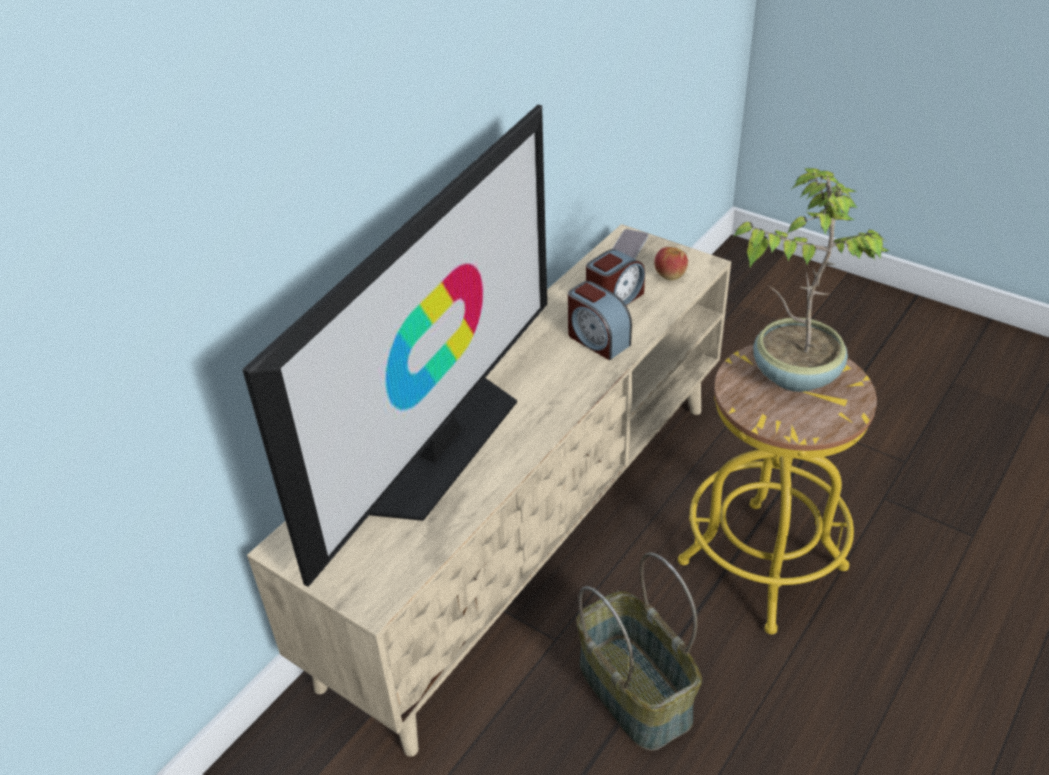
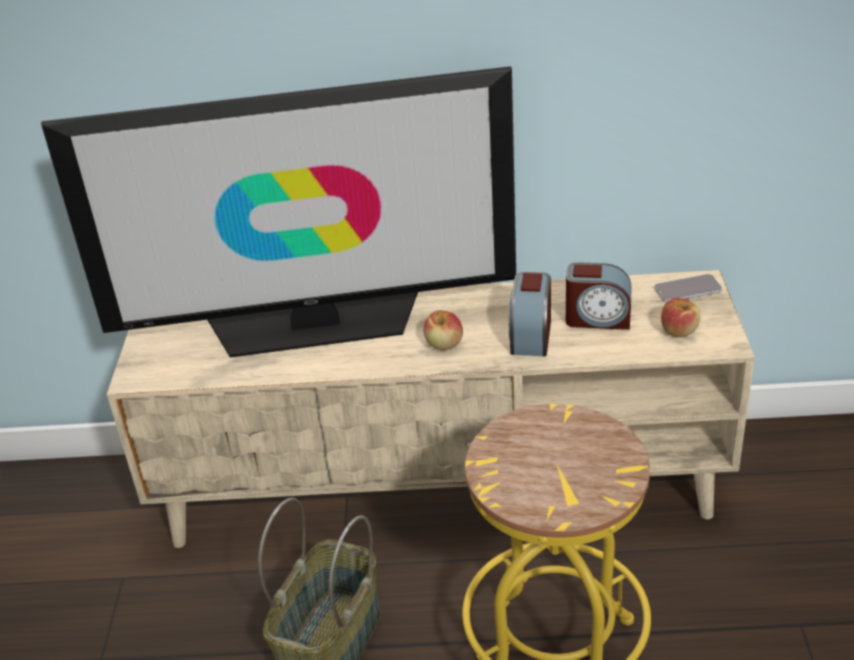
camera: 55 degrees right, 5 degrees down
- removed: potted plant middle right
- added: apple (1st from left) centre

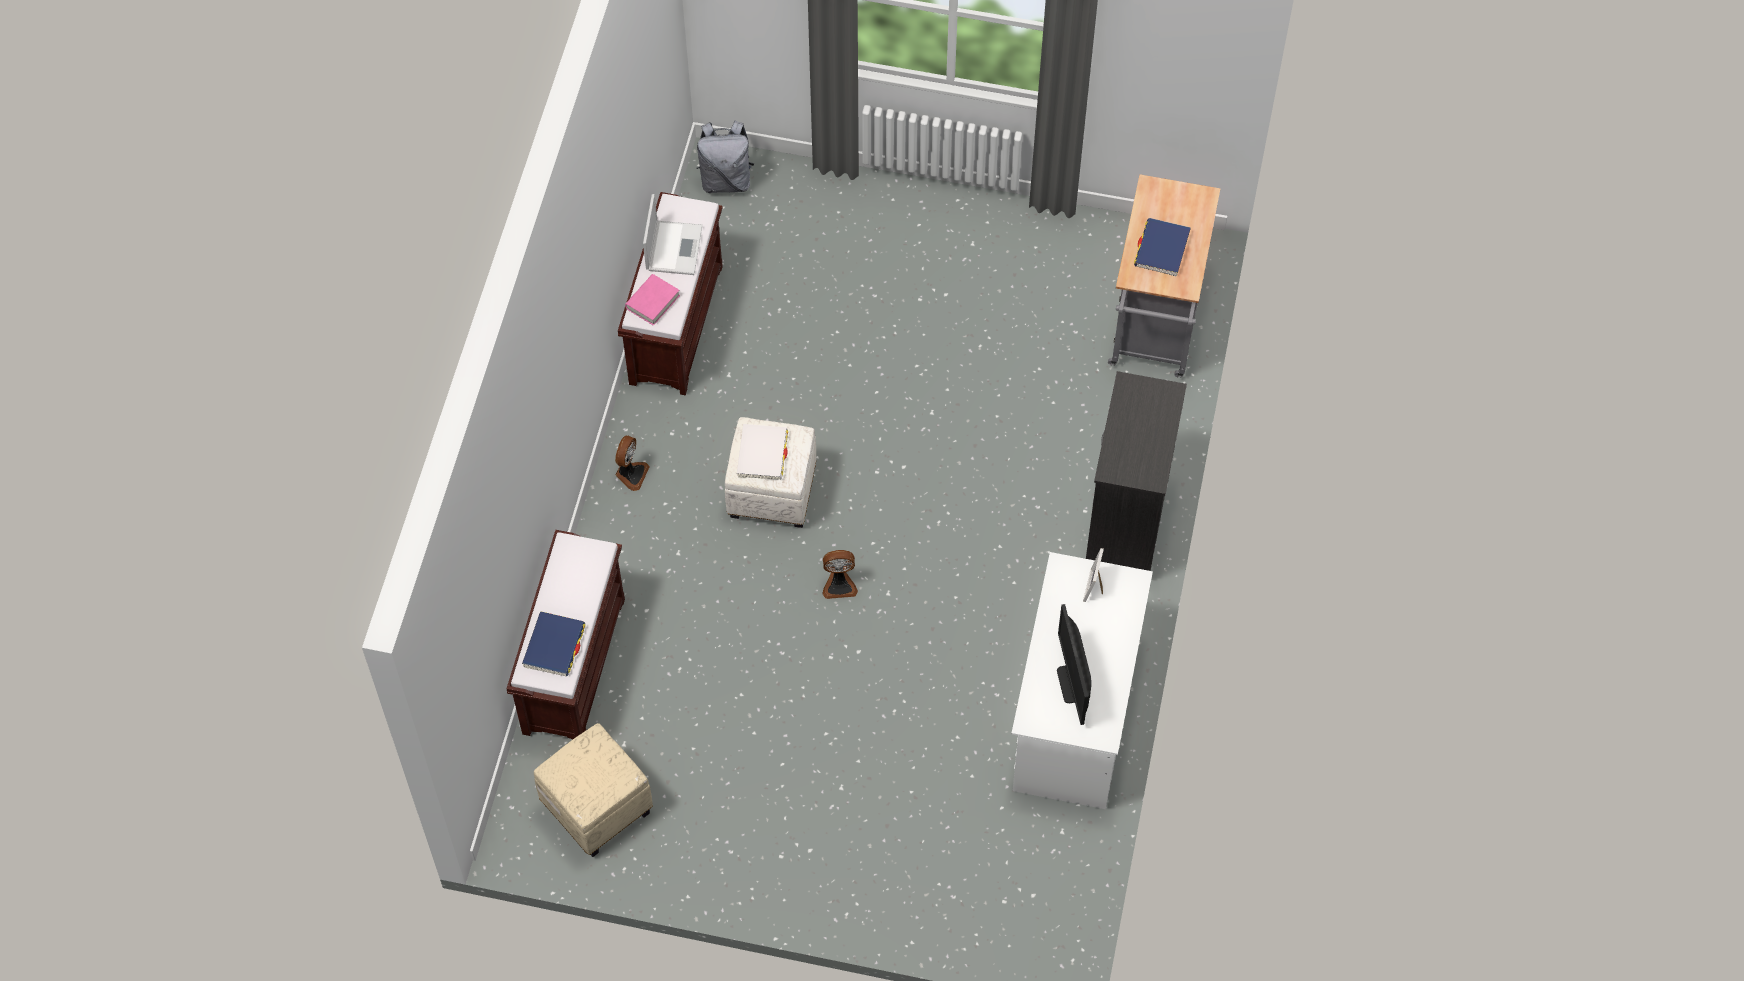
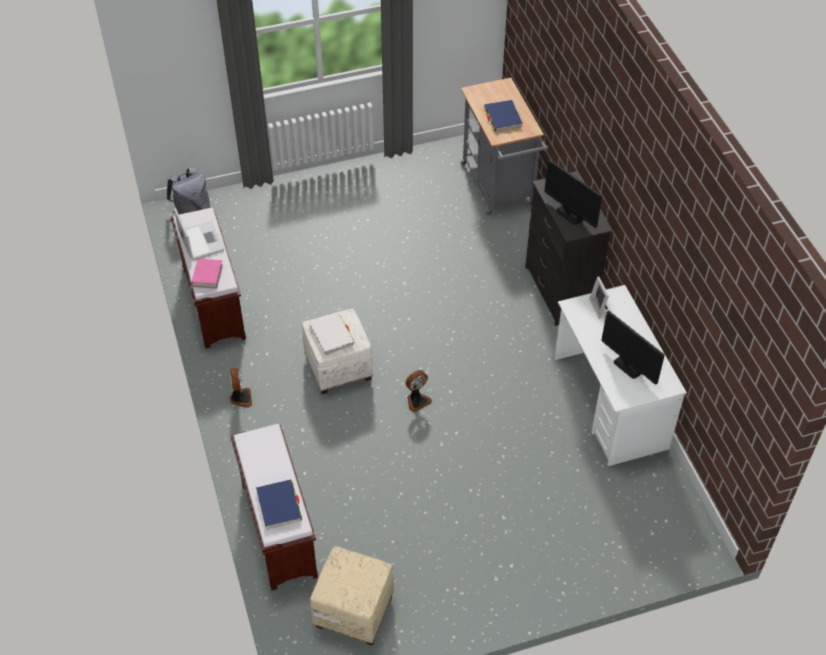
camera: 30 degrees left, 10 degrees down
- added: monitor (1st from left) top right

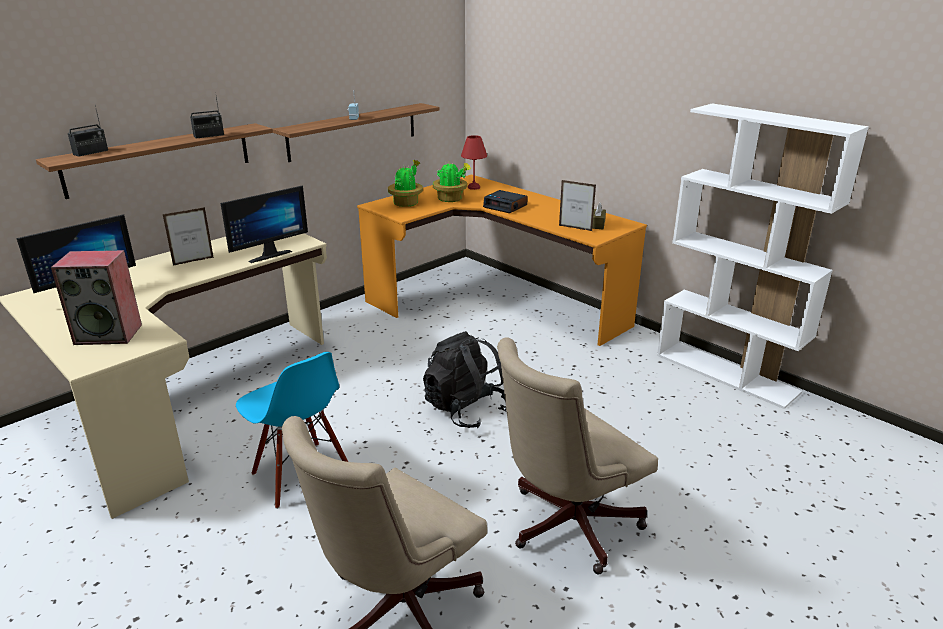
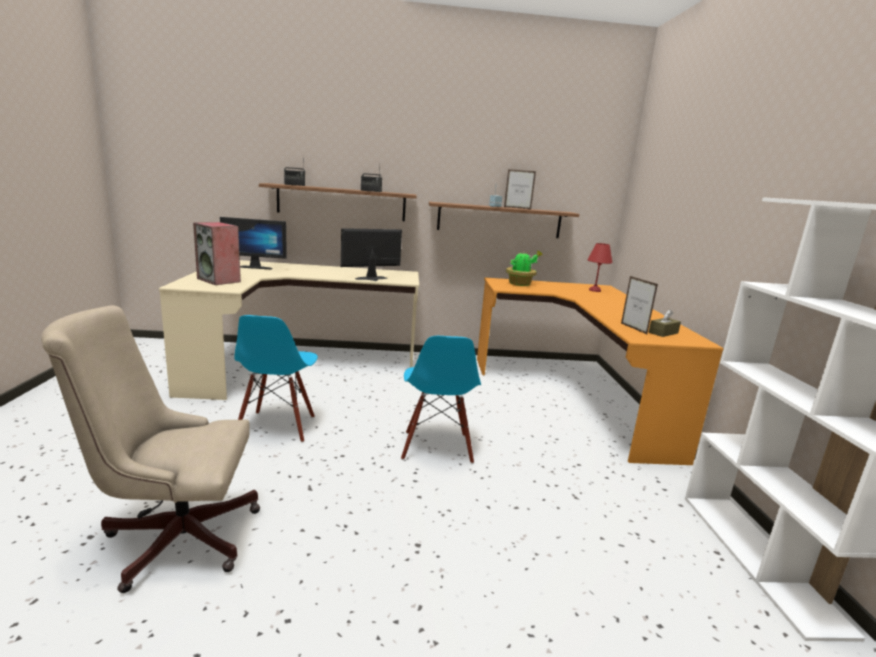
camera: 40 degrees right, 10 degrees down
- removed: potted plant (2nd from left) top centre
- turned: monitor (2nd from left) middle left = centre 150 degrees clockwise
- removed: alarm clock top centre
- moved: picture frame (1st from left) middle left to top centre
- replaced: black backpack centre to blue chair (2nd from left) centre
- removed: beige office chair (2nd from left) bottom centre

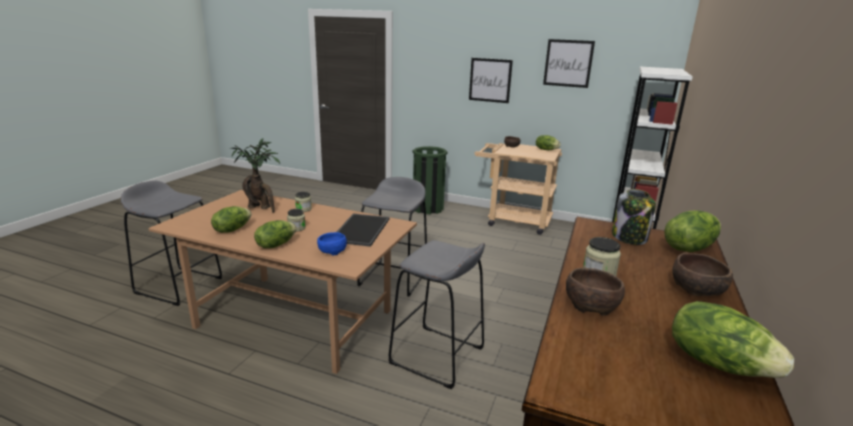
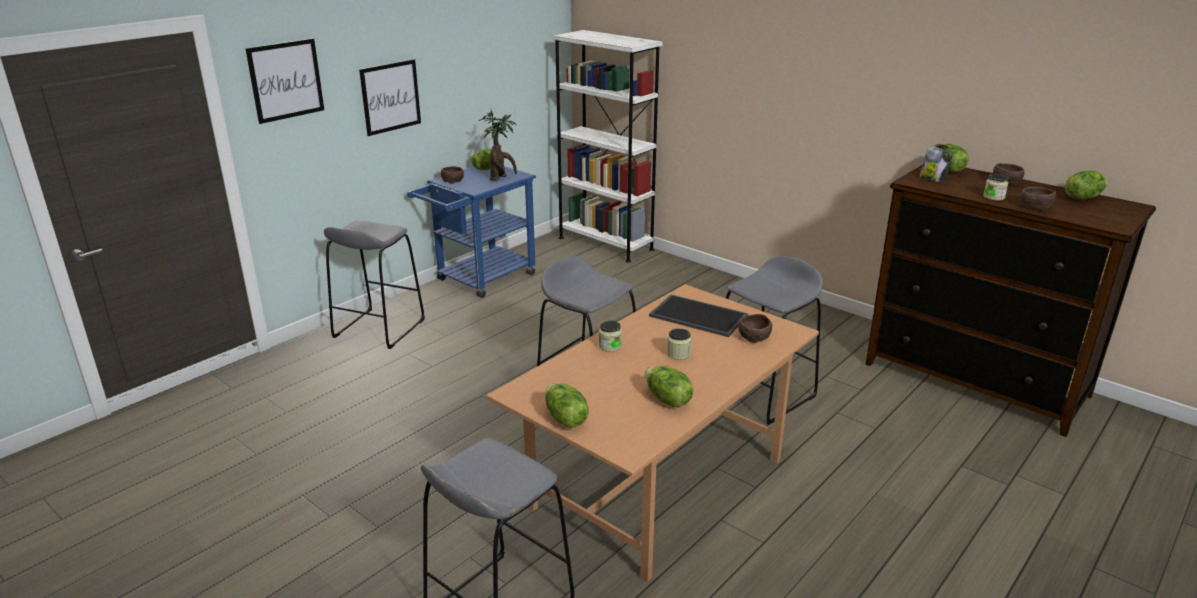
camera: 70 degrees left, 5 degrees up
- moved: picture (2nd from left in the first image) top right to picture (1st from left) top left
- moved: potted plant middle left to top centre
- recoloured: beige cart centre to blue cart centre
- replaced: green trash can centre to grey stool (1st from left) middle left
- moved: lettuce (2nd from left) middle left to bottom centre
- recoloured: blue bowl centre to brown bowl (2nd from left) centre

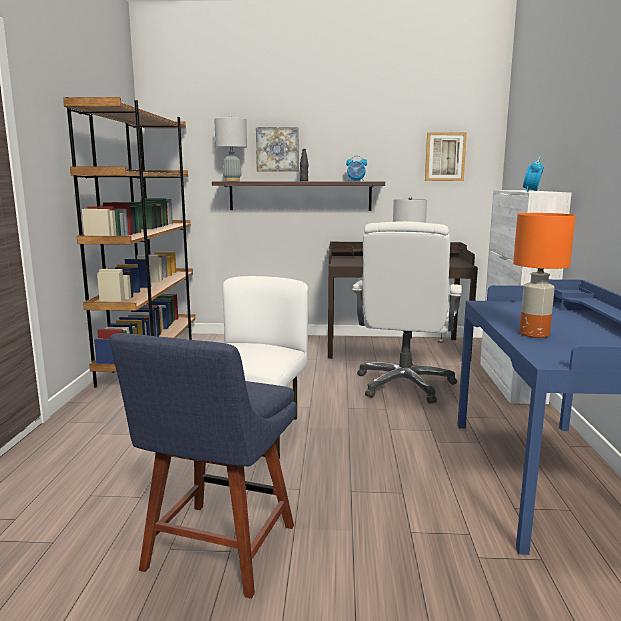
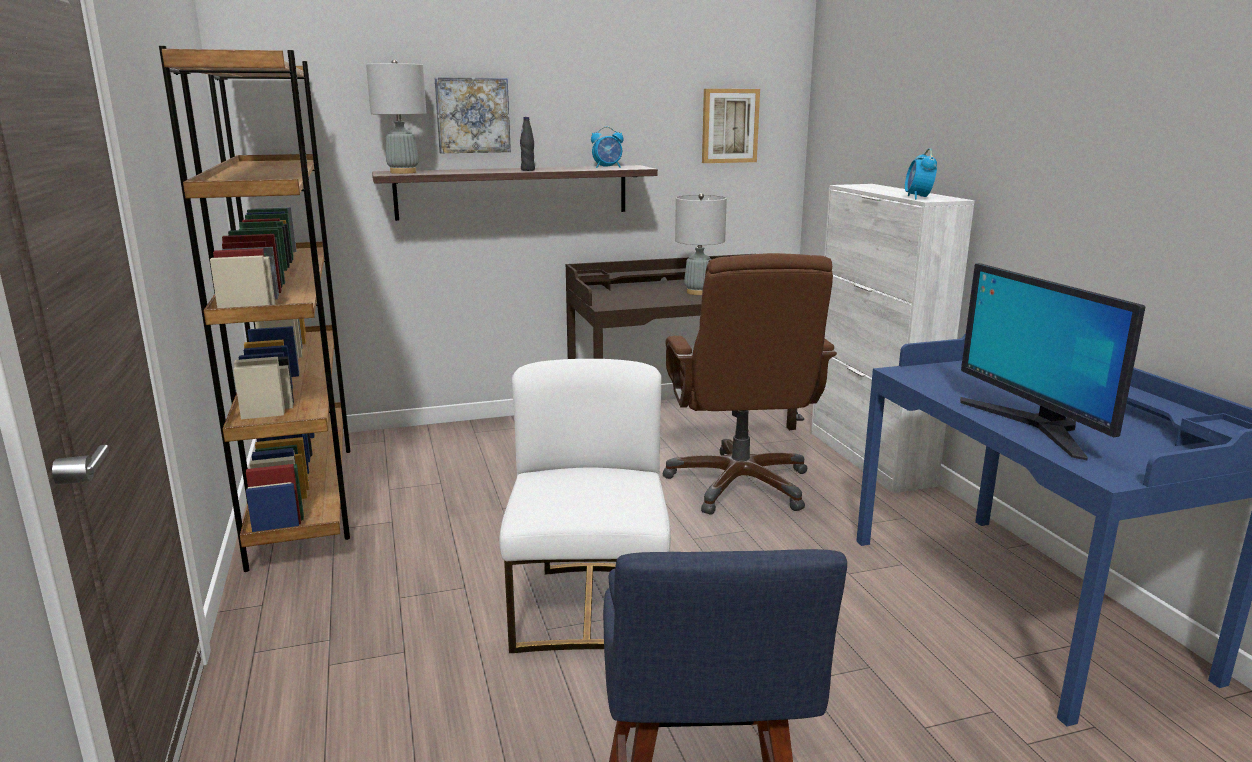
camera: 20 degrees left, 5 degrees up
- replaced: orange table lamp middle right to monitor middle right
- recoloured: white office chair centre to brown office chair centre

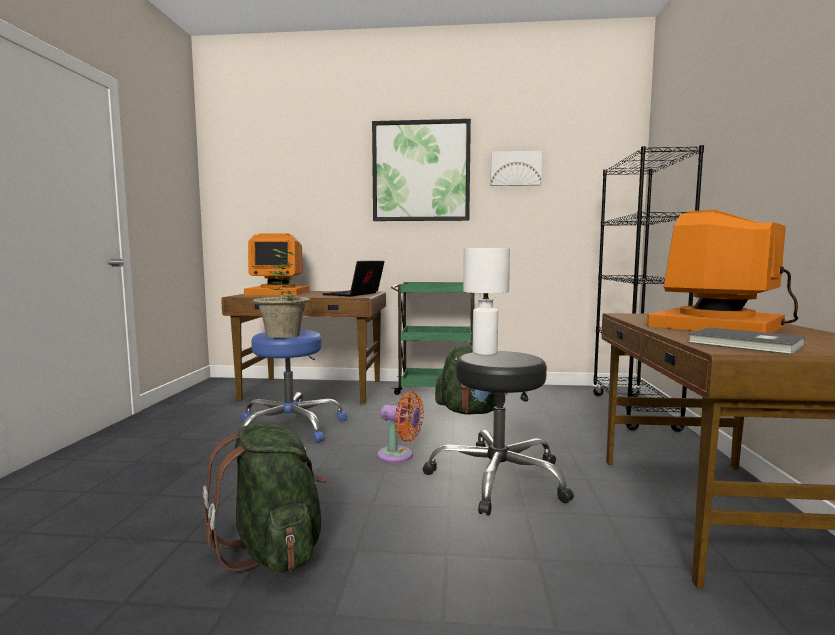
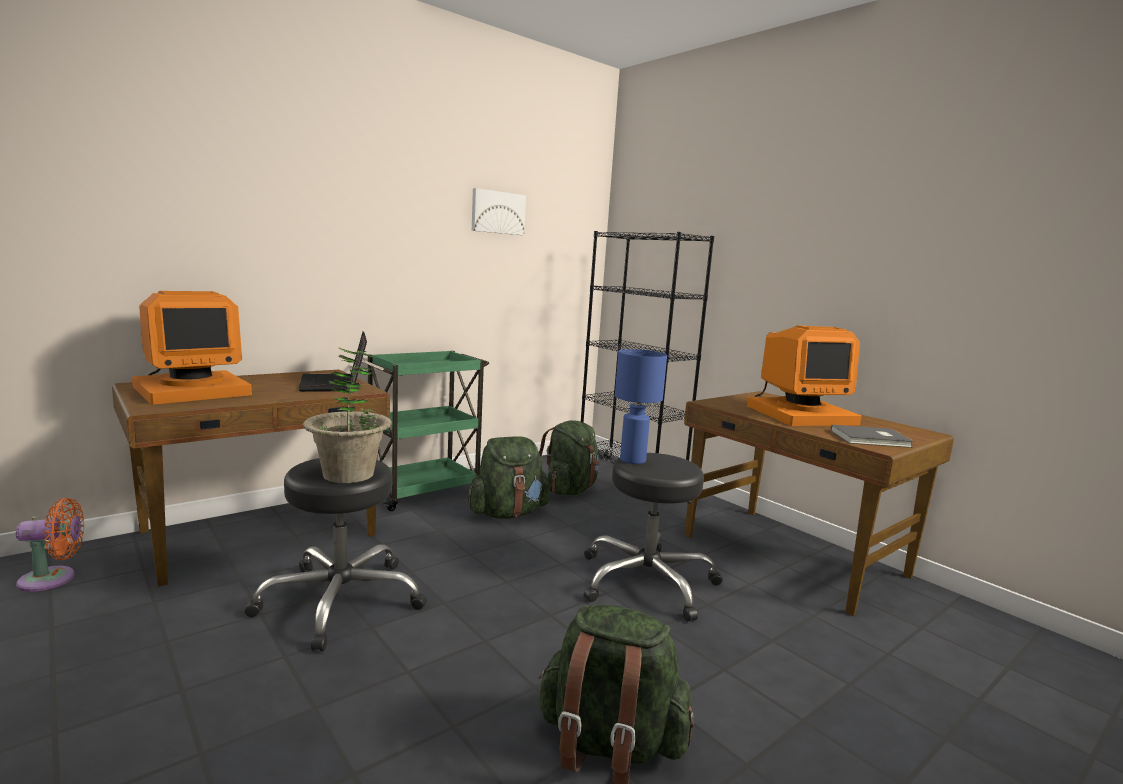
camera: 45 degrees left, 5 degrees up
- removed: picture (1st from left) top centre
- turned: monitor (2nd from left) middle right = middle right 105 degrees counterclockwise
- recoloured: white table lamp centre to blue table lamp centre
- recoloured: blue stool centre to black stool (1st from left) bottom left
- moved: orange fan bottom centre to bottom left
- added: green backpack (2nd from left) centre

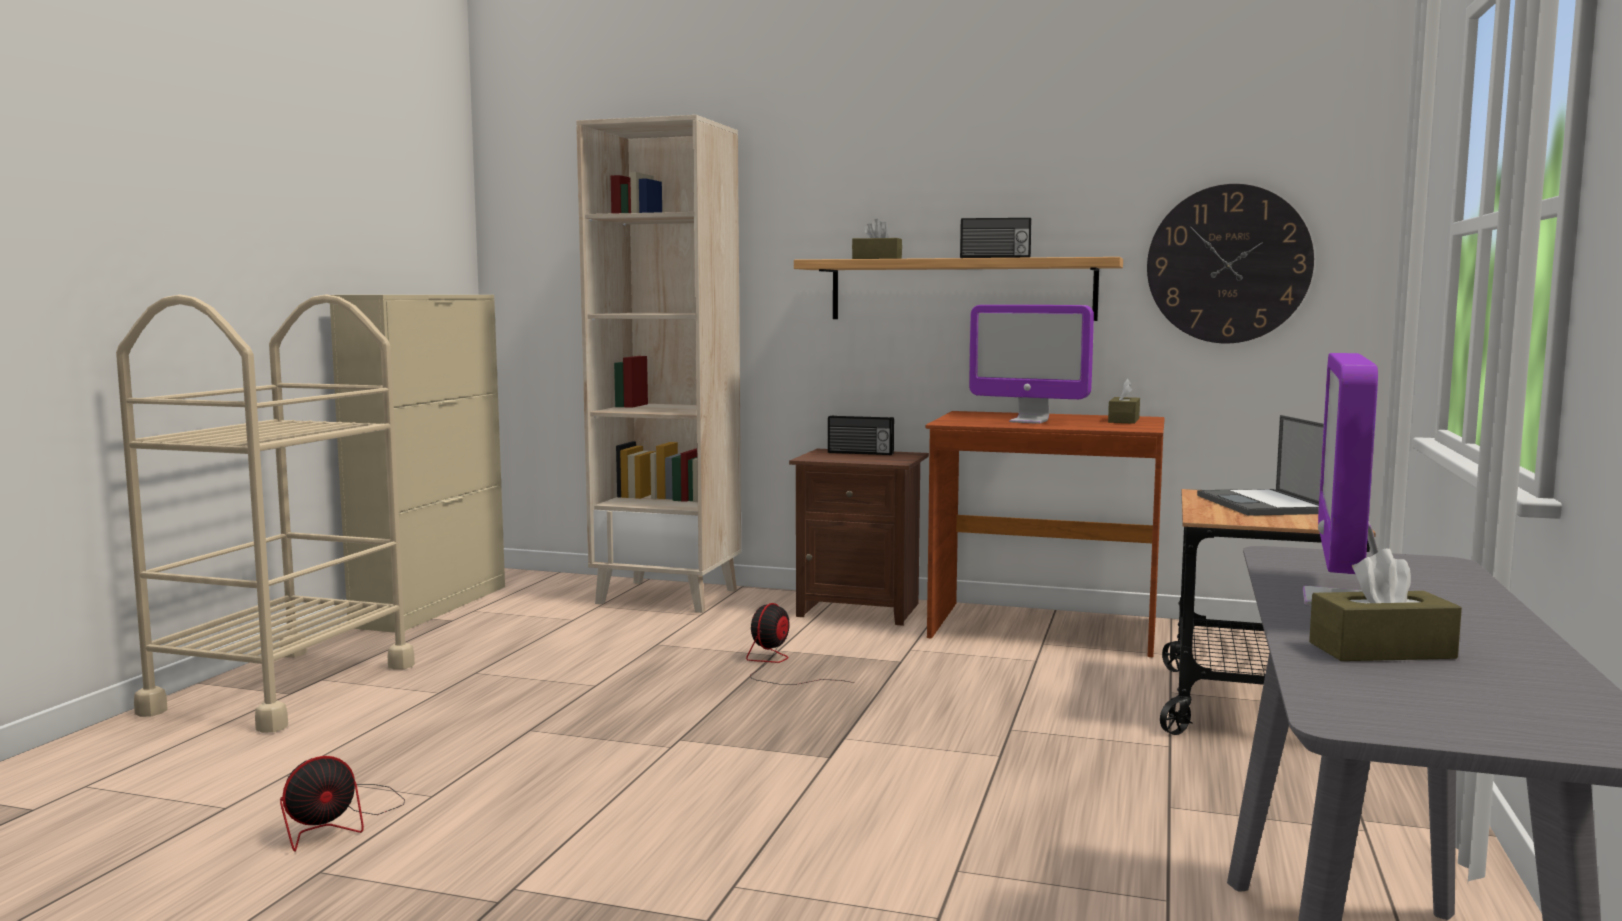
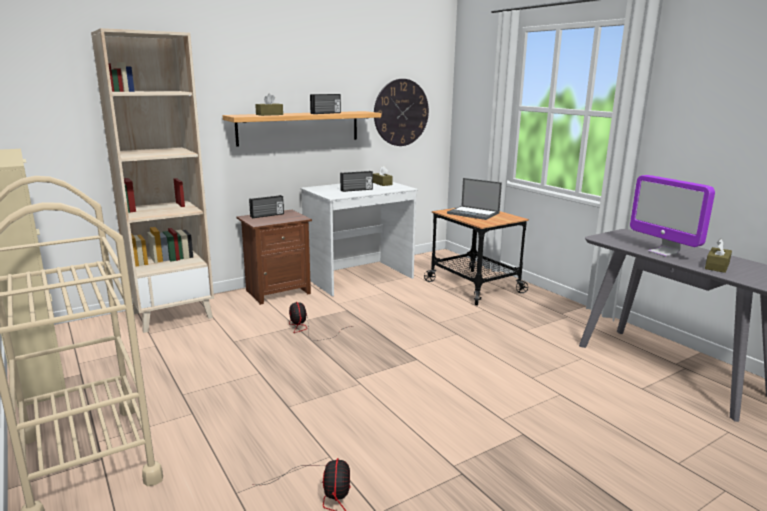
camera: 50 degrees left, 10 degrees up
- replaced: monitor (1st from left) centre to radio (3rd from left) centre
- recoloured: brown desk centre to white desk centre

